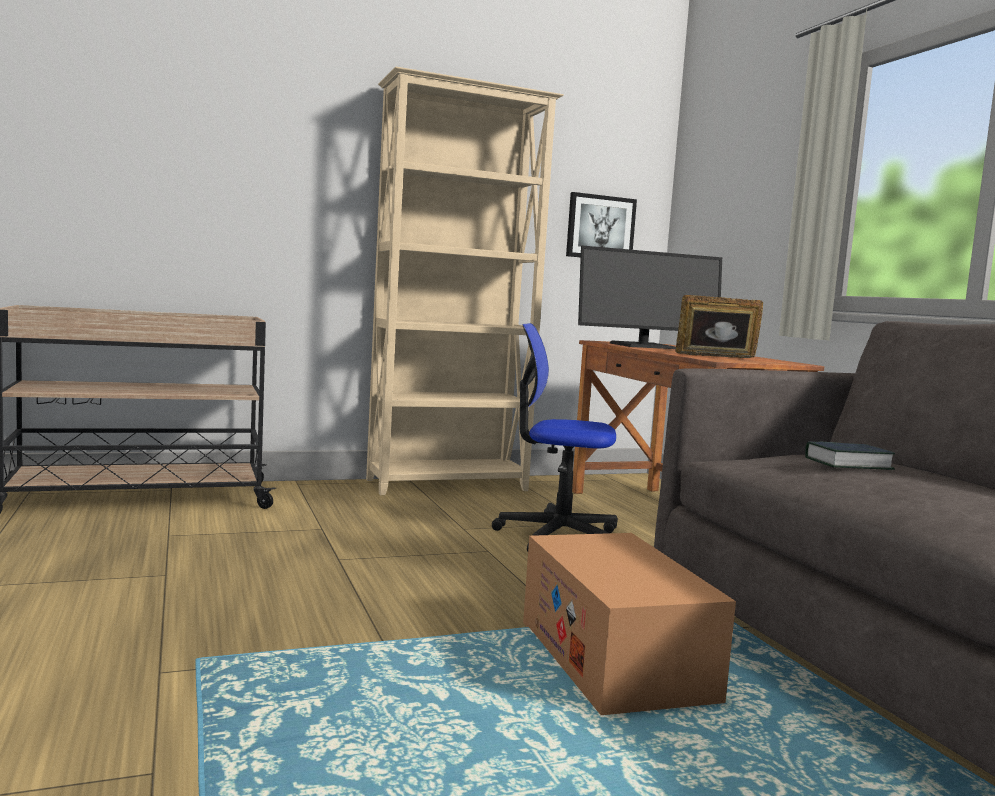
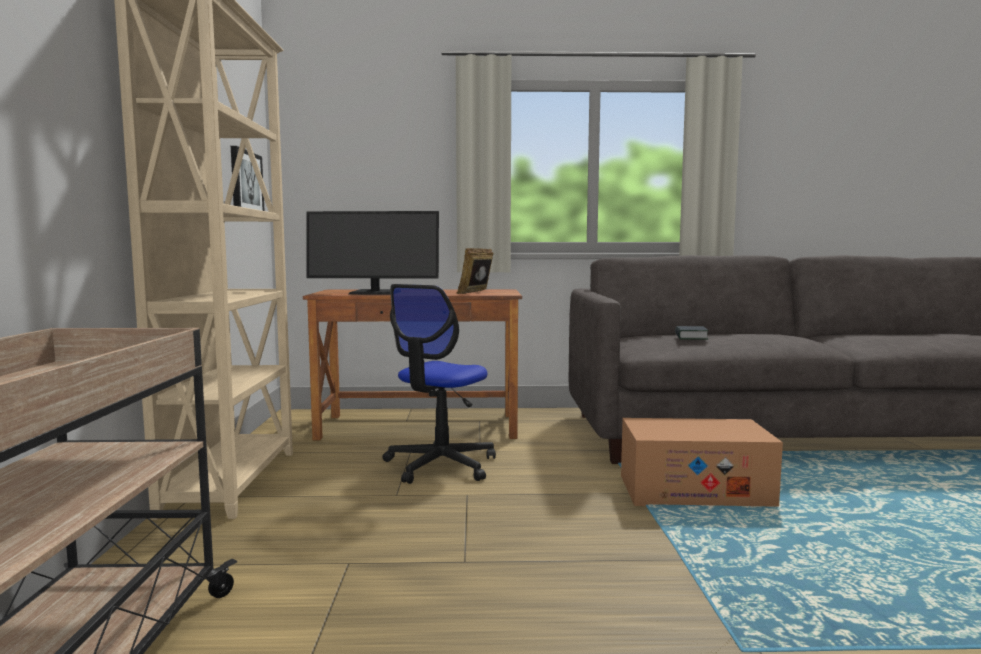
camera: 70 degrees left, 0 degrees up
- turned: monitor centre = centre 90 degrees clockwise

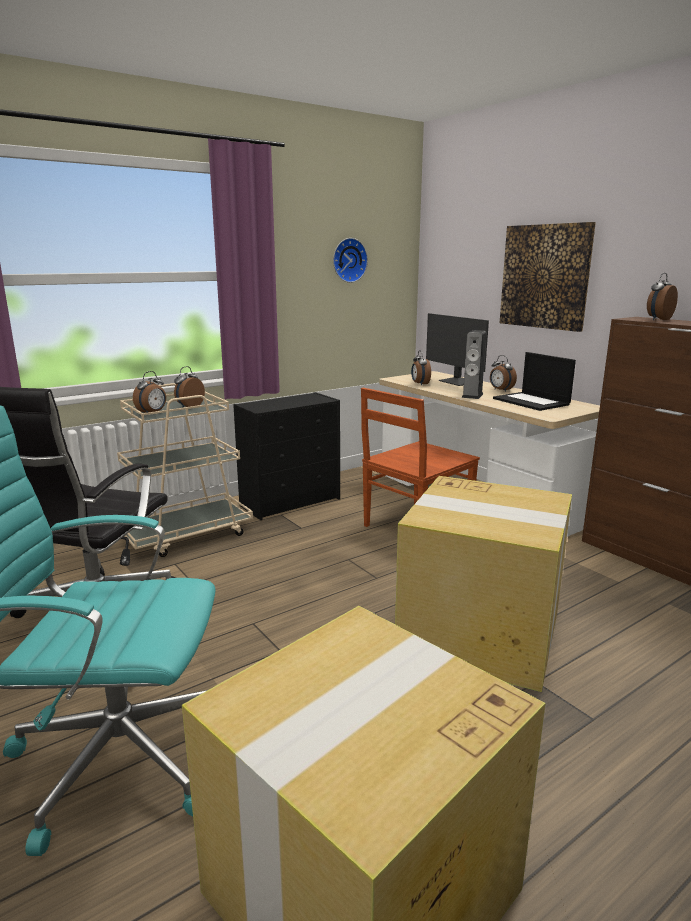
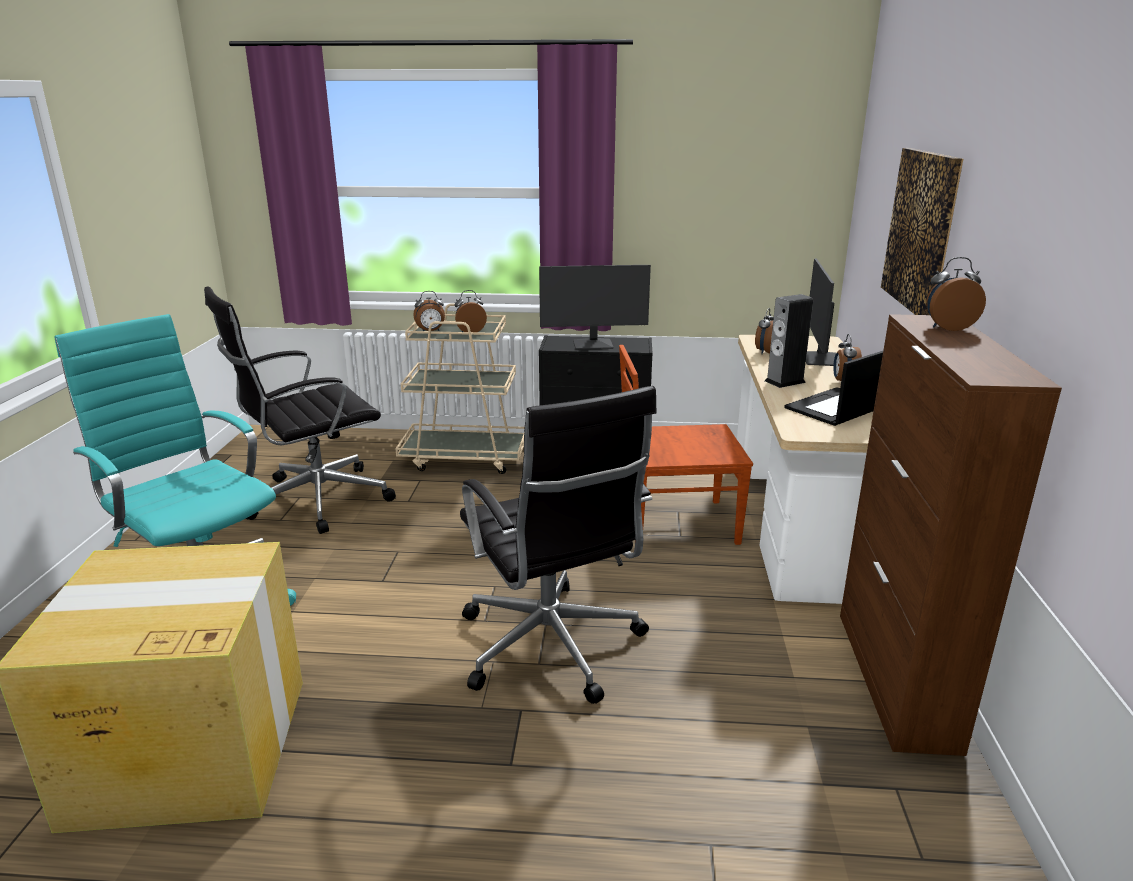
camera: 40 degrees right, 5 degrees up
- removed: wall clock top centre
- turned: laptop middle right = middle right 45 degrees clockwise
- replaced: cardboard box (2nd from left) middle right to black office chair (2nd from left) centre
- added: monitor (1st from left) centre

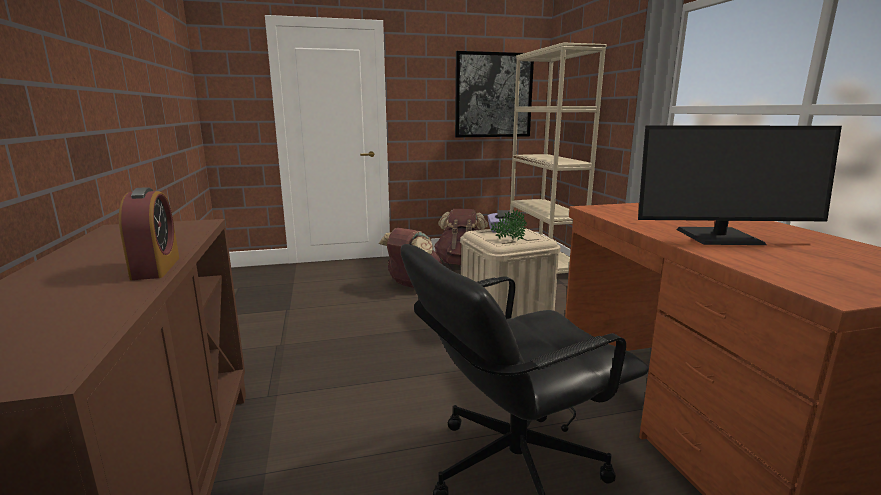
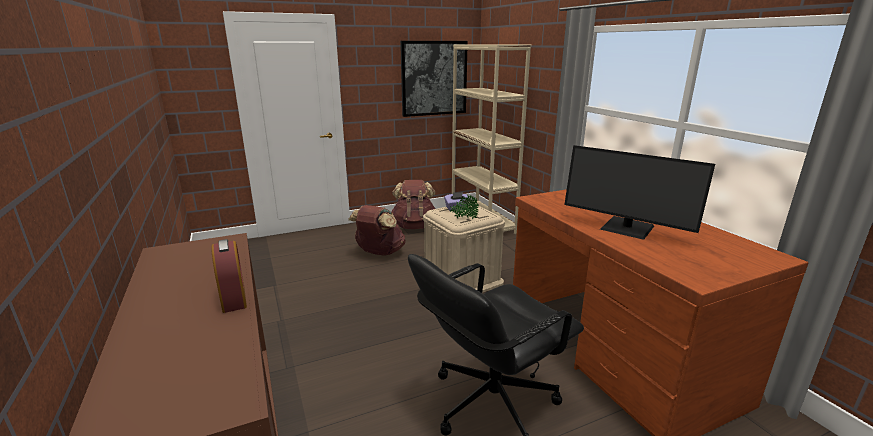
camera: 10 degrees left, 5 degrees up
- turned: monitor middle right = middle right 45 degrees clockwise

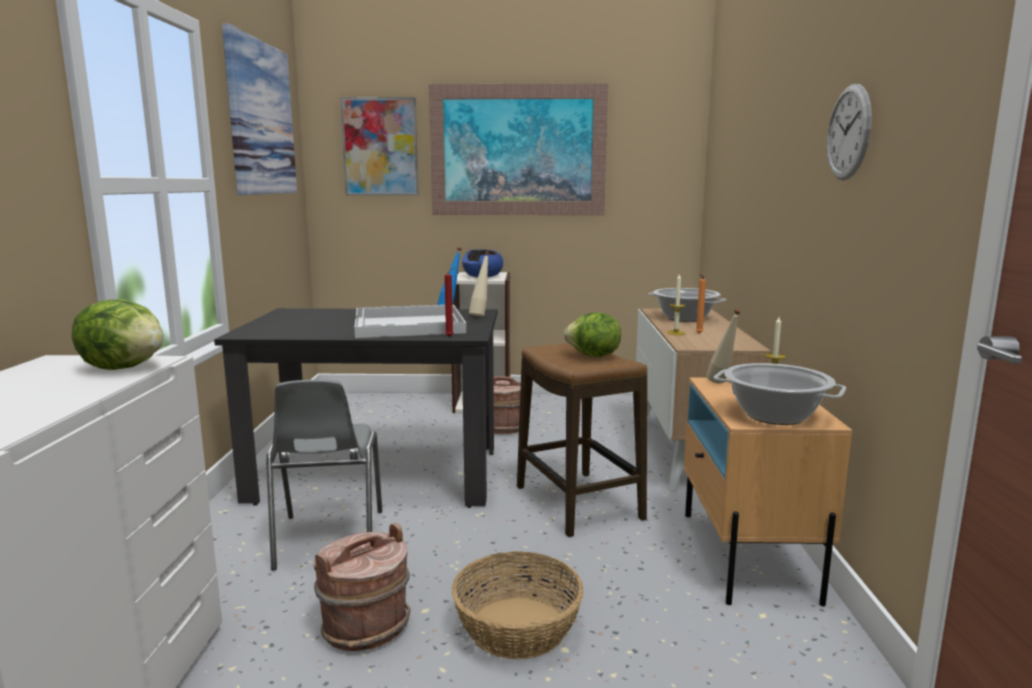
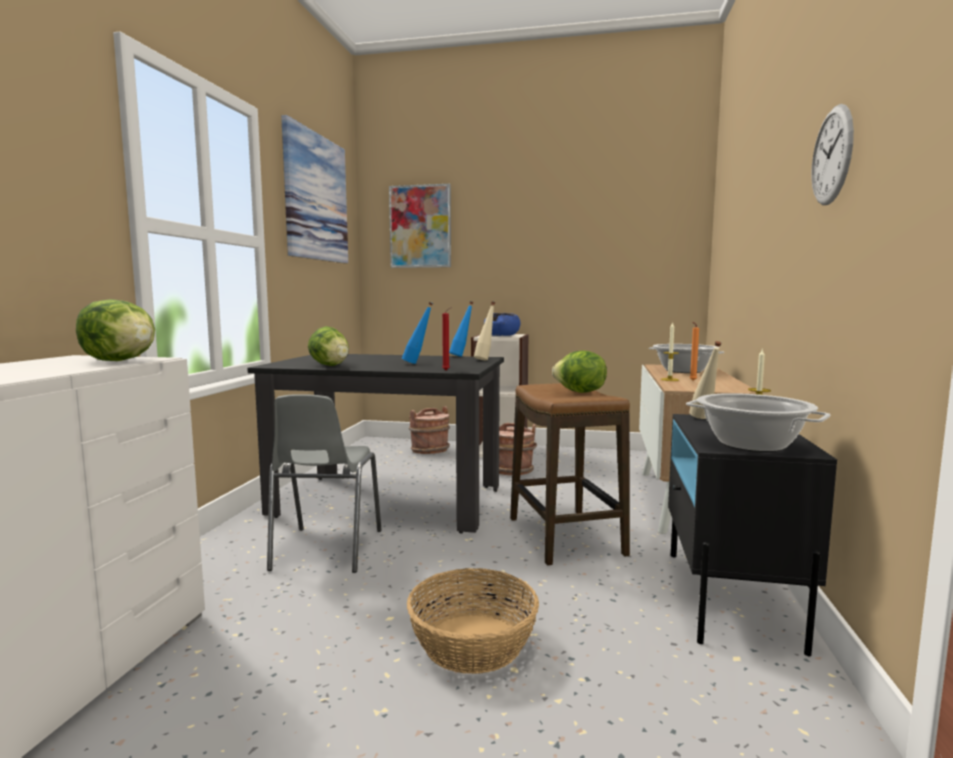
camera: 10 degrees right, 5 degrees down
- removed: picture (3rd from left) top centre
- replaced: white tray centre to blue bottle (1st from left) centre
- recoloured: beige nightstand bottom right to black nightstand bottom right
- moved: brown bucket (1st from left) bottom centre to centre
- added: lettuce (2nd from left) centre

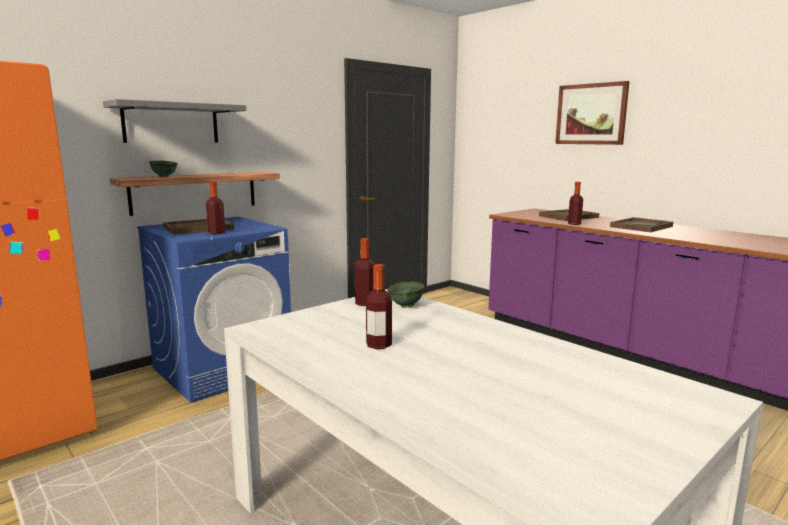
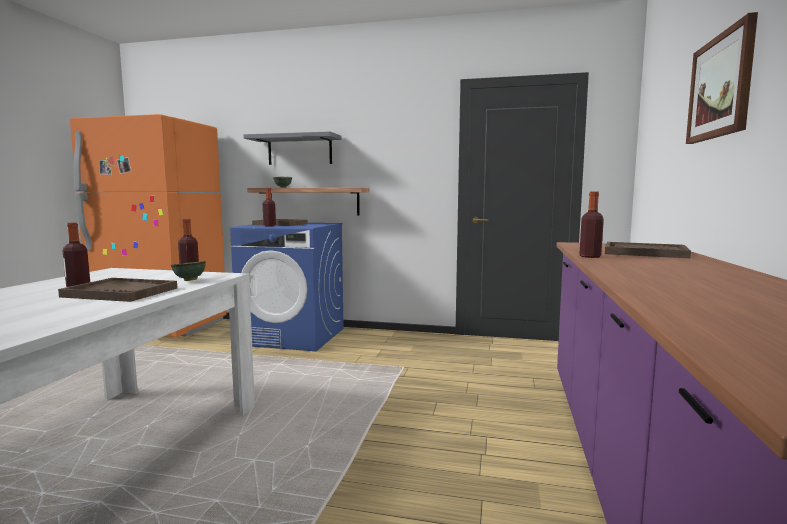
camera: 55 degrees right, 5 degrees down
- moved: brown tray (3rd from left in the first image) middle right to brown tray (1st from left) middle left

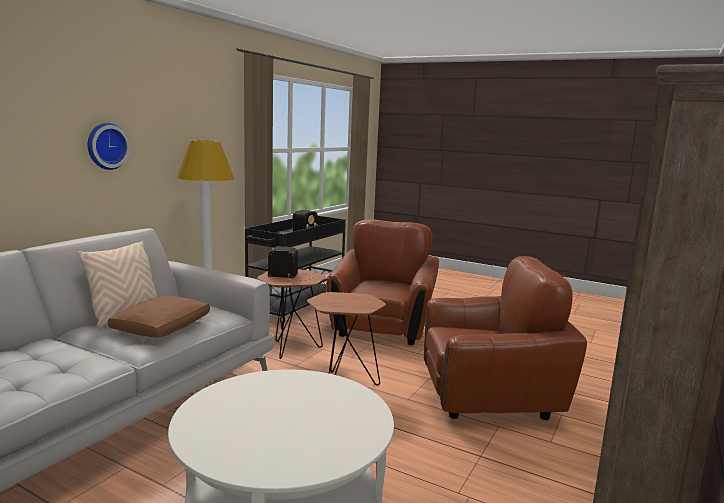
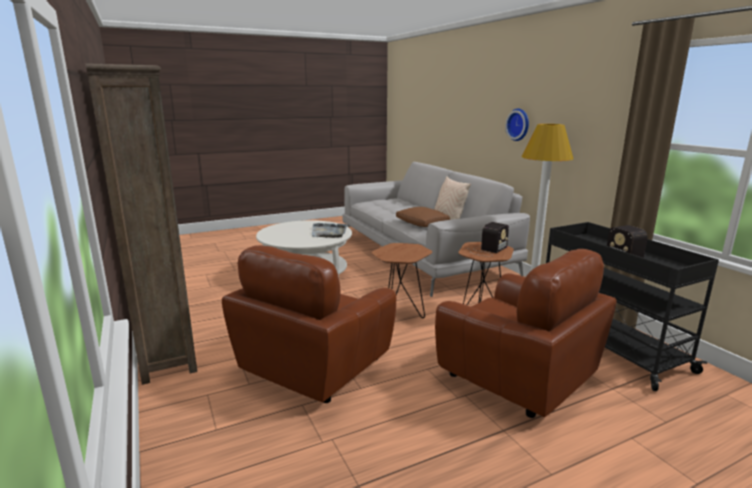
camera: 125 degrees right, 5 degrees up
- added: grey tray centre

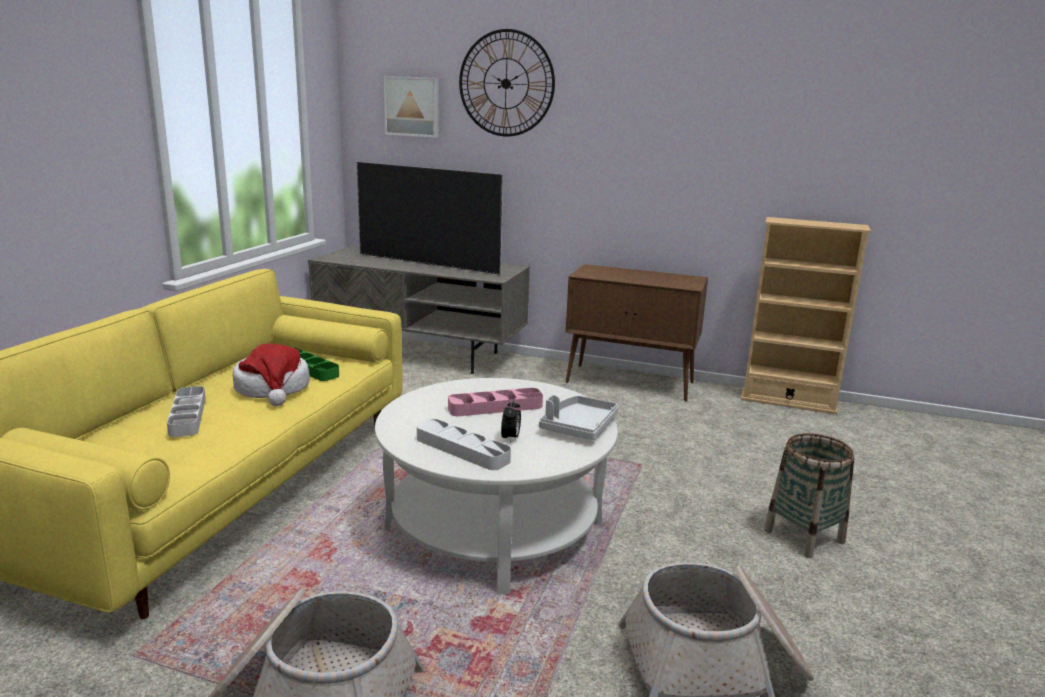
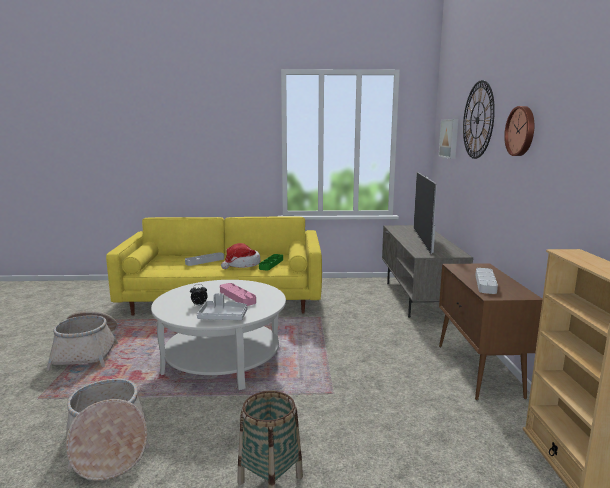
camera: 70 degrees right, 5 degrees down
- moved: grey tray (2nd from left in the first image) centre to grey tray (3rd from left) middle right
- added: wall clock (2nd from left) top right

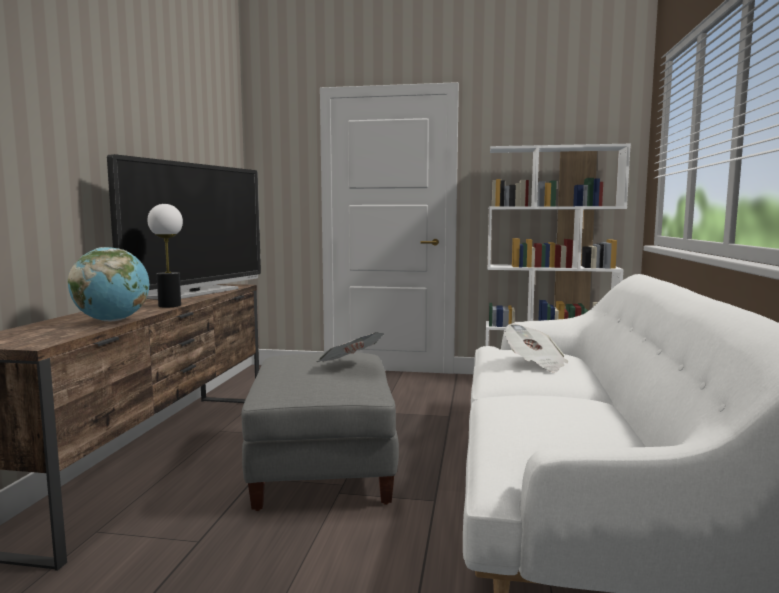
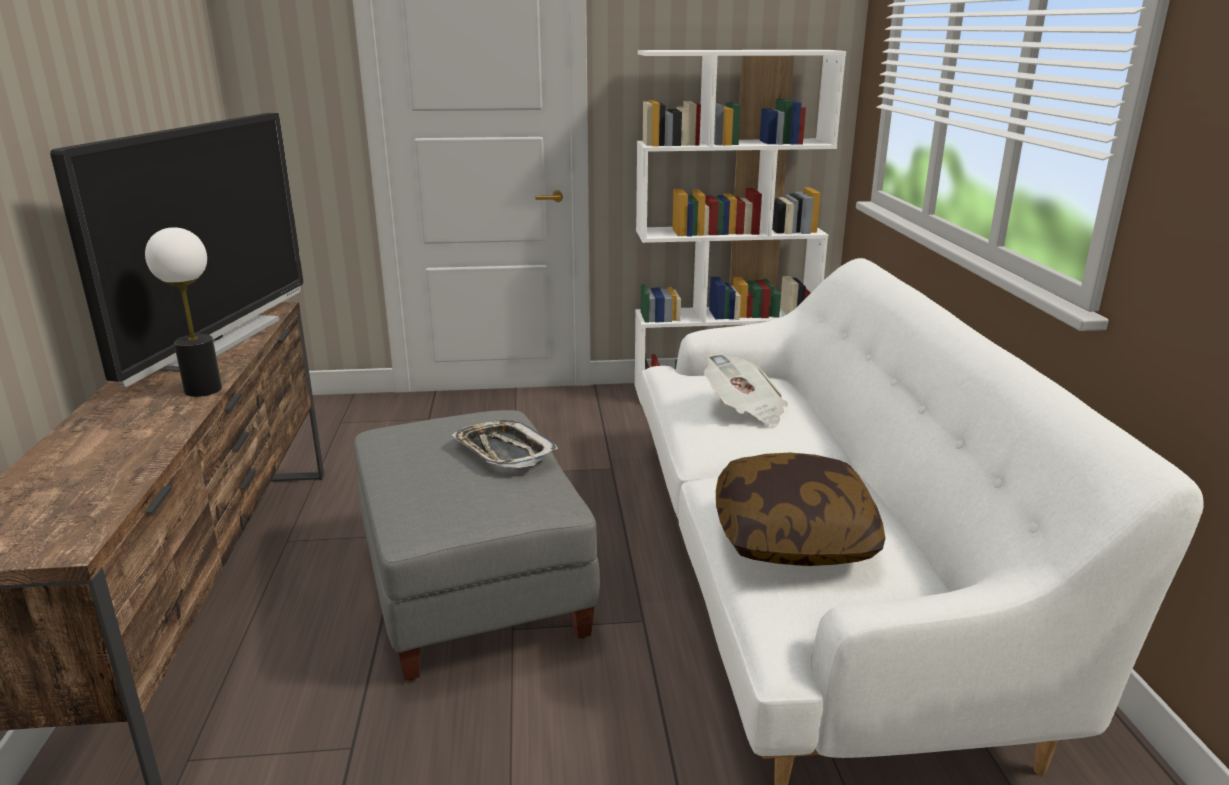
camera: 15 degrees left, 15 degrees up
- removed: globe middle left
- replaced: newspaper (1st from left) centre to tray centre
- added: pillow centre

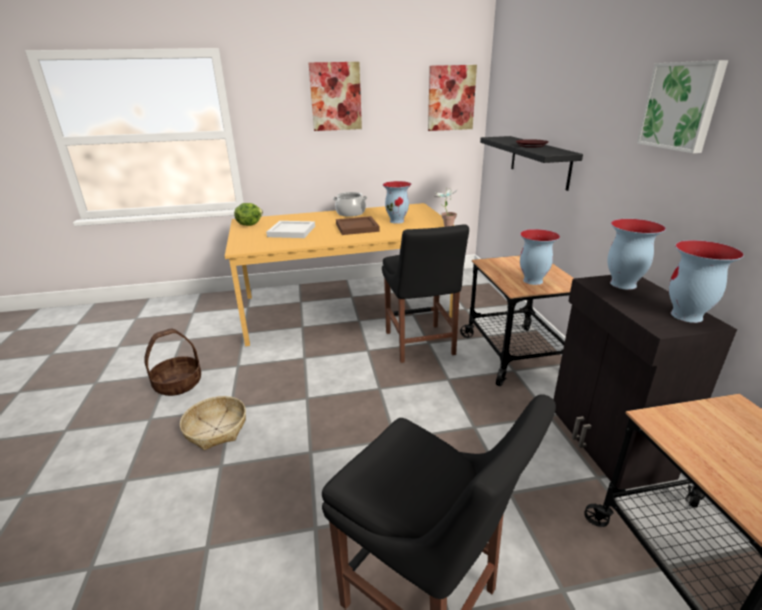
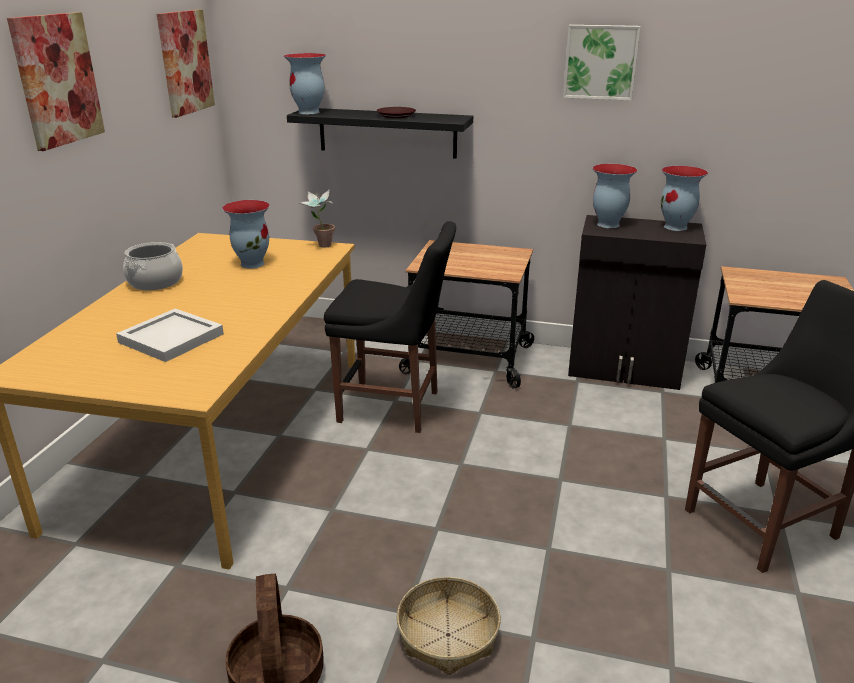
camera: 65 degrees left, 0 degrees up
- removed: lettuce middle left
- removed: brown tray centre
- moved: vase (2nd from left) middle right to top centre

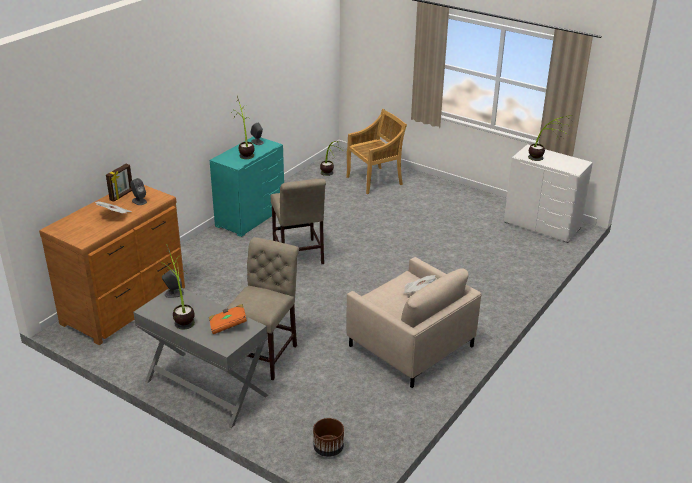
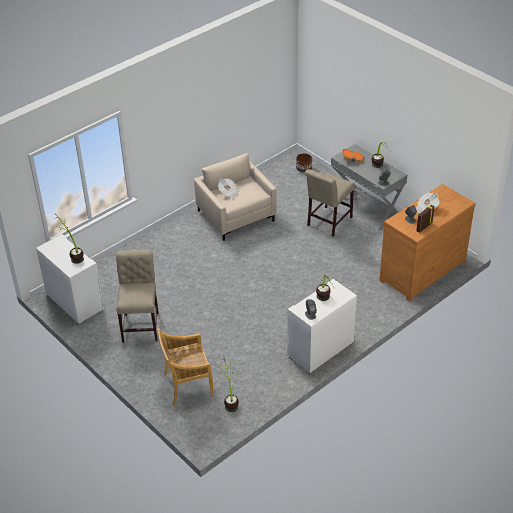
camera: 165 degrees left, 10 degrees up
- recoloured: turquoise dresser centre to white dresser (2nd from left) centre
- moved: beige chair (2nd from left in the first image) centre to beige chair (1st from left) middle left

